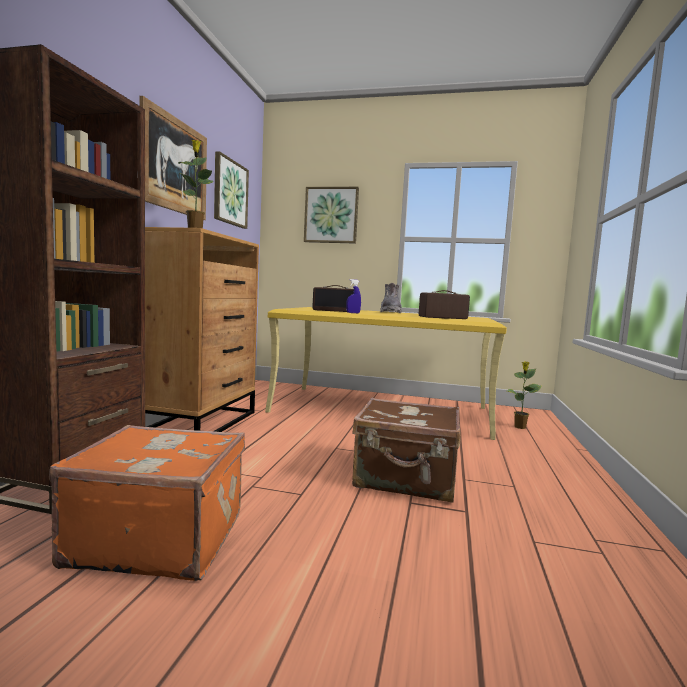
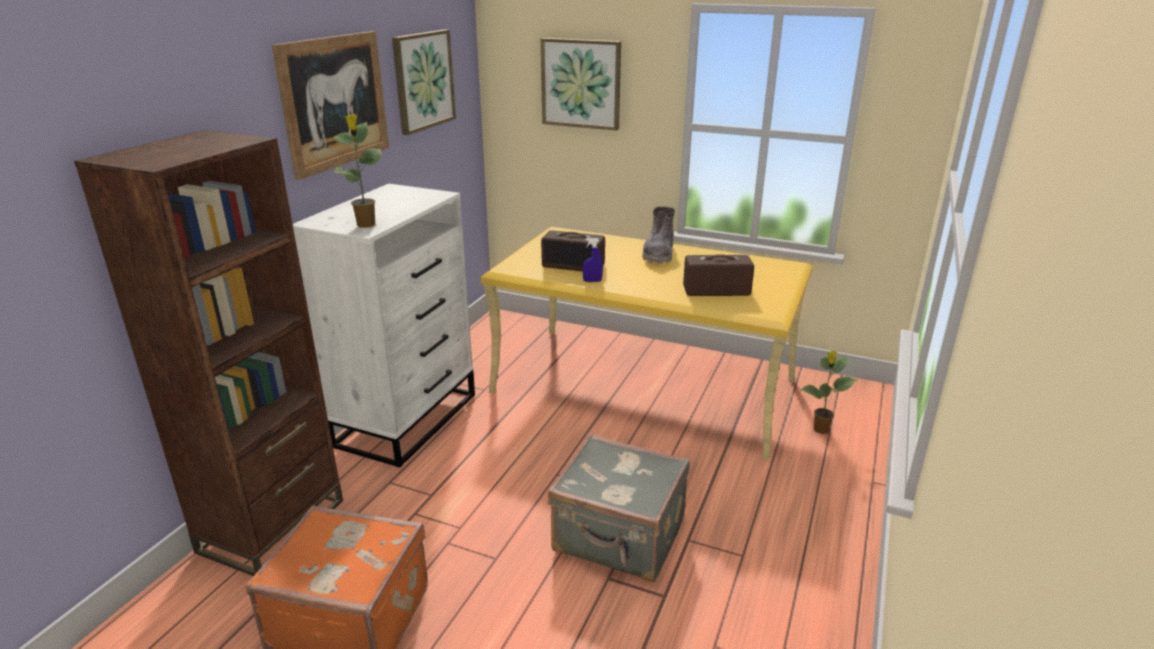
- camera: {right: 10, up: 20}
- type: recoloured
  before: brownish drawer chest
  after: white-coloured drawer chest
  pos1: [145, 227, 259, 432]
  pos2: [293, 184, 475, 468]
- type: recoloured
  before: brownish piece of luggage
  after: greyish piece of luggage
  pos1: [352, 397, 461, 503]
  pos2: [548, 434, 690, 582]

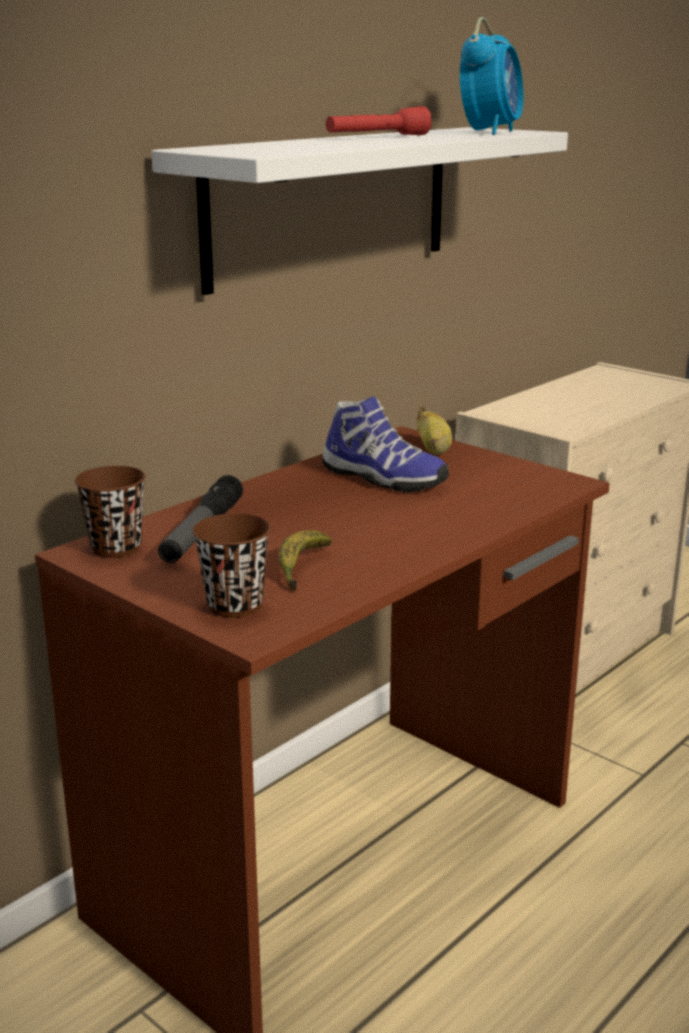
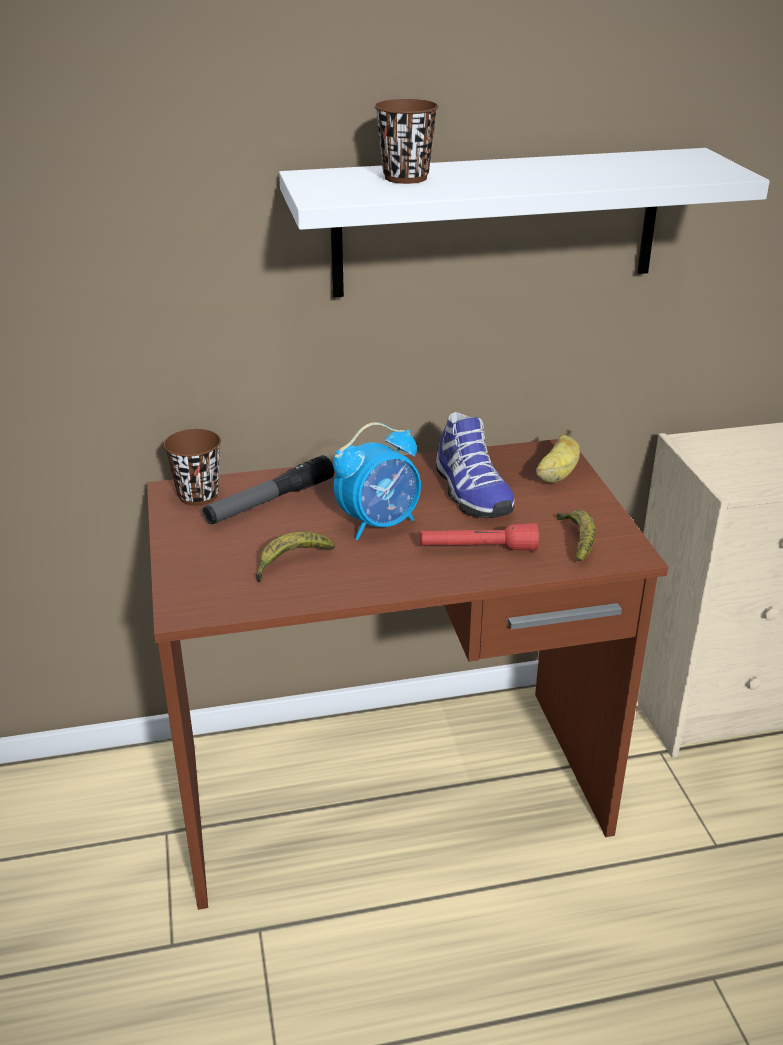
- camera: {right: 35, up: 10}
- type: moved
  before: table clock
  pos1: [460, 17, 524, 135]
  pos2: [333, 422, 421, 540]
- type: moved
  before: brownish cup
  pos1: [193, 513, 271, 618]
  pos2: [375, 99, 438, 184]
- type: moved
  before: red-coloured flashlight
  pos1: [326, 106, 432, 135]
  pos2: [420, 523, 539, 551]
- type: added
  after: whole banana
  pos2: [557, 509, 595, 562]

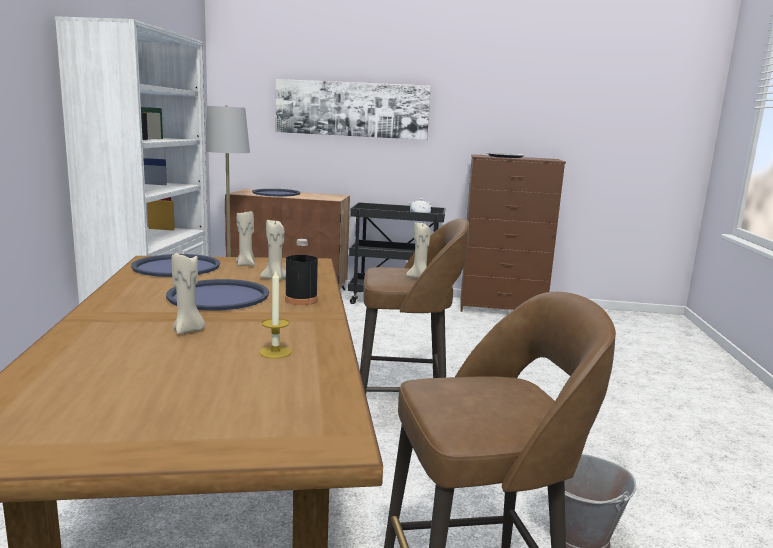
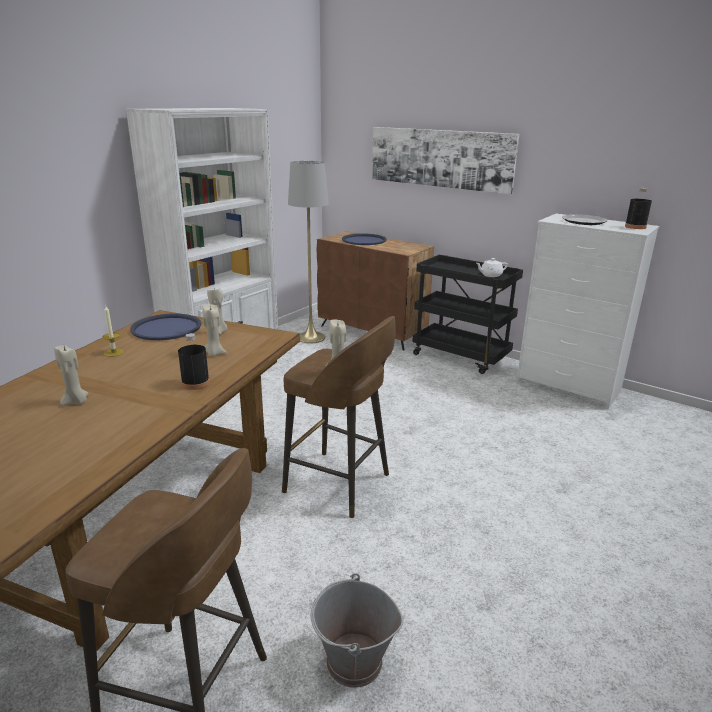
- camera: {right: 30, up: 10}
- type: moved
  before: wax candle
  pos1: [259, 269, 292, 359]
  pos2: [103, 306, 124, 357]
- type: recoloured
  before: brownish drawer chest
  after: white-coloured drawer chest
  pos1: [460, 154, 566, 312]
  pos2: [516, 214, 660, 409]
- type: added
  after: blackish drink bottle
  pos2: [625, 188, 652, 229]
- type: removed
  before: bluish serving tray
  pos1: [166, 279, 269, 311]

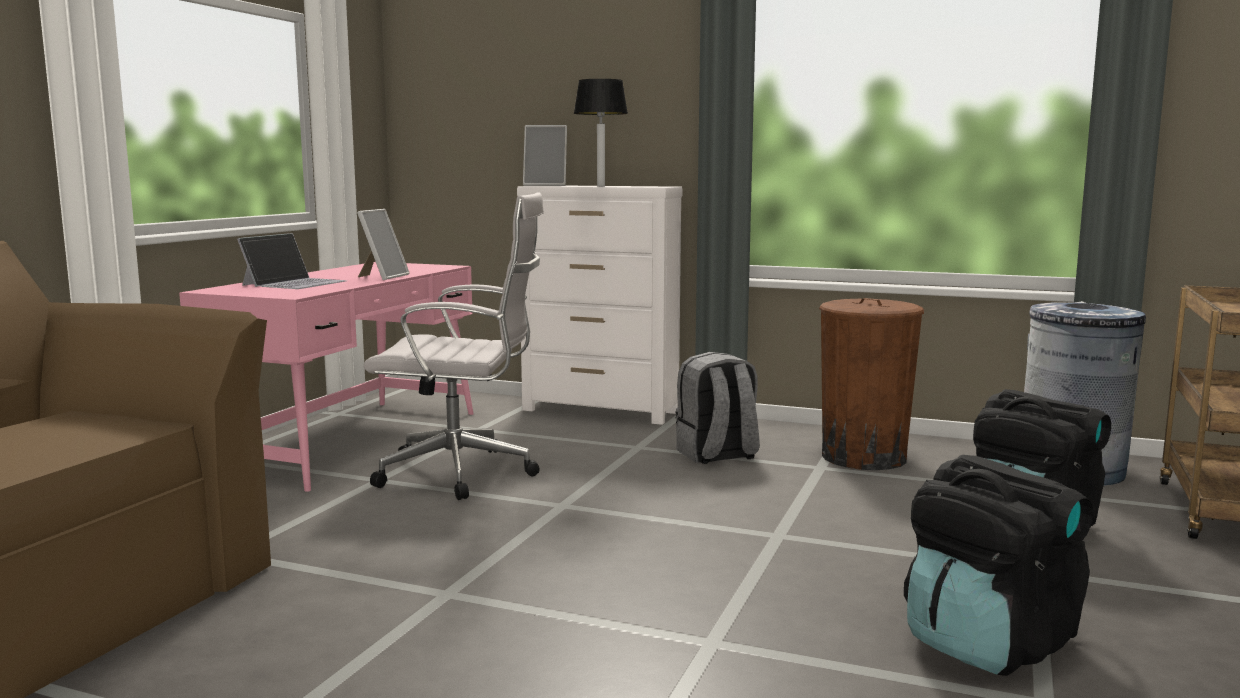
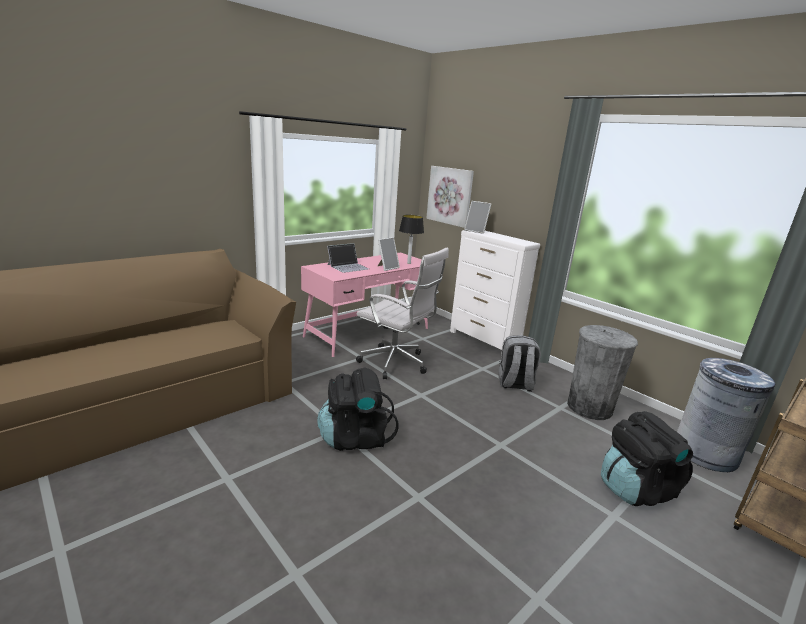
- camera: {right: 25, up: 10}
- type: moved
  before: blackish knapsack
  pos1: [904, 455, 1093, 676]
  pos2: [317, 368, 398, 451]
- type: moved
  before: lamp for a table
  pos1: [574, 79, 628, 187]
  pos2: [399, 215, 424, 264]
- type: added
  after: picture
  pos2: [426, 166, 474, 228]
- type: recoloured
  before: brownish trash can
  after: greyish trash can
  pos1: [819, 298, 924, 470]
  pos2: [567, 325, 638, 420]

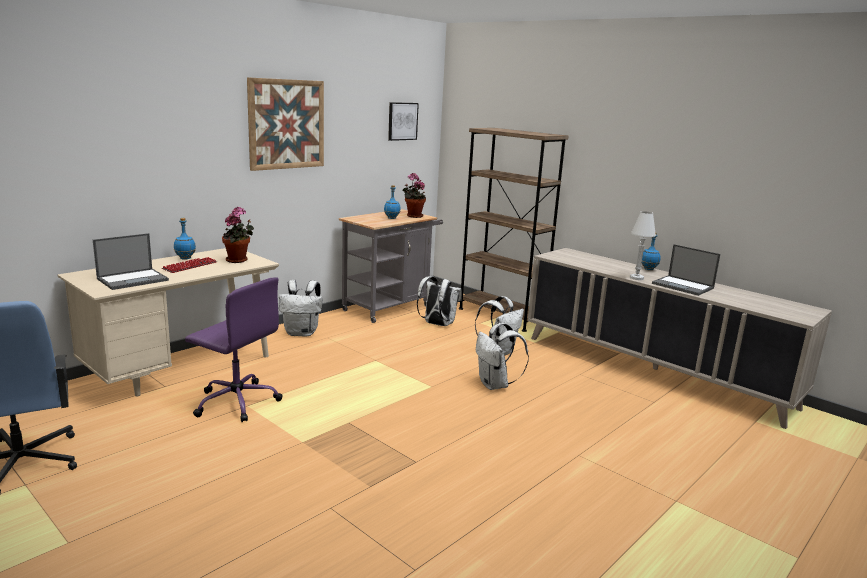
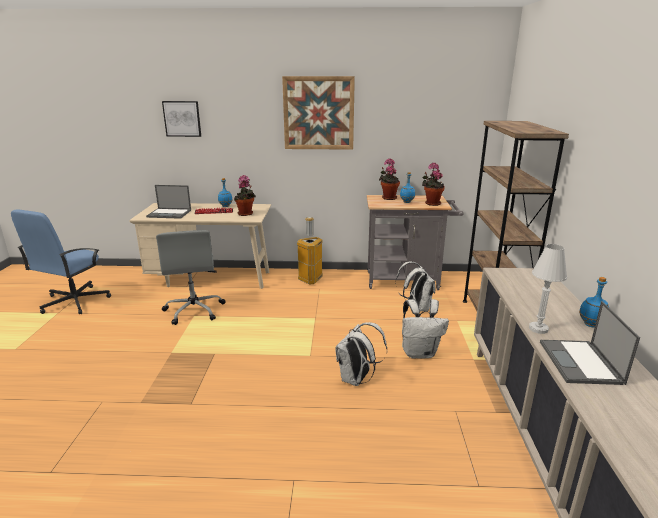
- camera: {right: 50, up: 5}
- type: recoloured
  before: purple office chair
  after: greyish office chair
  pos1: [185, 277, 283, 422]
  pos2: [156, 230, 226, 325]
- type: moved
  before: picture
  pos1: [388, 102, 419, 141]
  pos2: [162, 101, 201, 137]
- type: replaced
  before: white-coloured knapsack
  after: trash can
  pos1: [279, 280, 322, 336]
  pos2: [297, 217, 323, 285]
- type: added
  after: houseplant
  pos2: [379, 158, 400, 200]

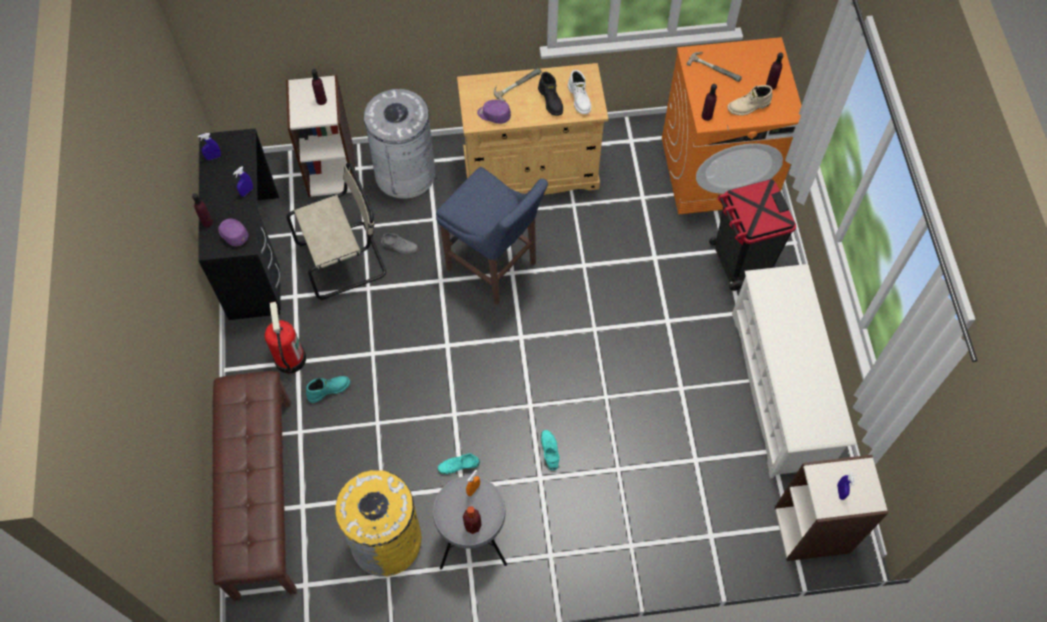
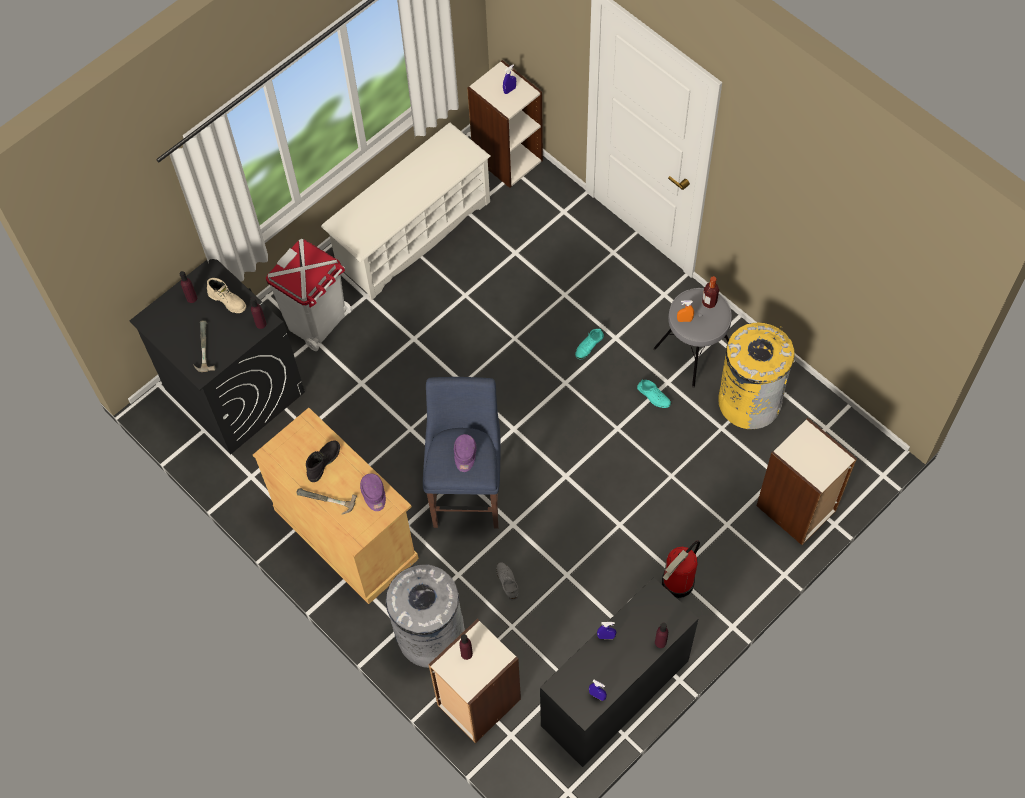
- camera: {right: -125, up: 0}
- type: recoloured
  before: orange laundry appliance
  after: blackish laundry appliance
  pos1: [662, 37, 802, 215]
  pos2: [129, 259, 305, 455]
- type: recoloured
  before: blackish trash can
  after: white-coloured trash can
  pos1: [709, 179, 796, 291]
  pos2: [266, 239, 352, 351]
- type: moved
  before: purple cap
  pos1: [218, 219, 248, 246]
  pos2: [454, 434, 477, 472]
- type: replaced
  before: brownish bench
  after: bookcase
  pos1: [213, 371, 297, 601]
  pos2: [756, 418, 857, 545]
- type: removed
  before: sand-coloured chair
  pos1: [286, 162, 386, 300]
- type: removed
  before: turquoise tall boot
  pos1: [306, 376, 350, 403]
- type: removed
  before: white-coloured tall boot
  pos1: [568, 70, 591, 114]

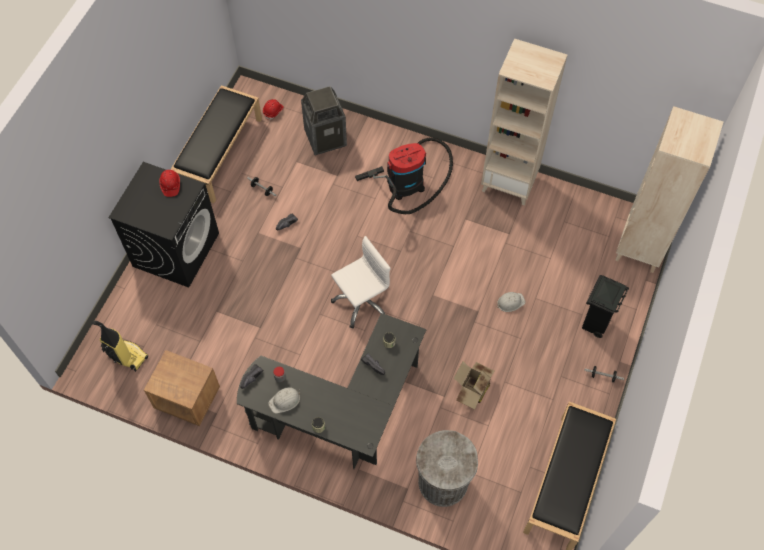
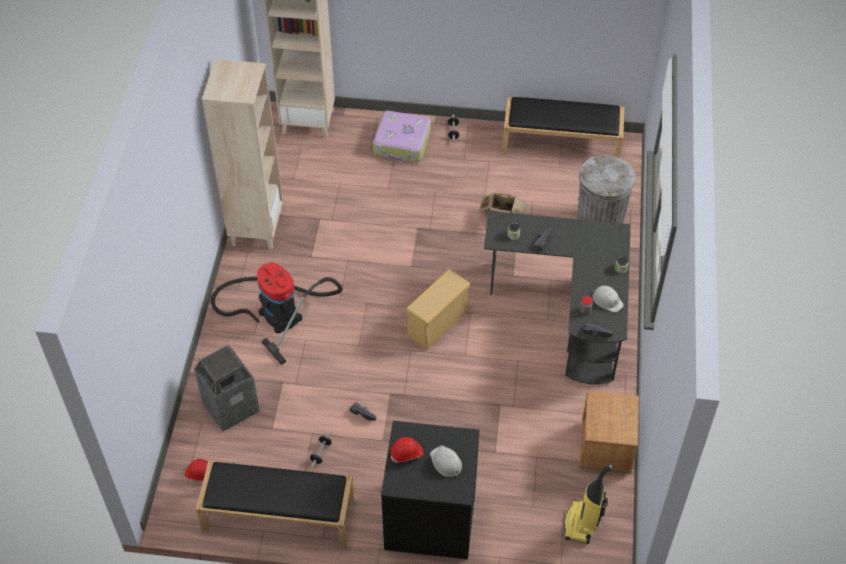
- camera: {right: -105, up: -10}
- type: replaced
  before: blackish trash can
  after: piece of luggage
  pos1: [582, 275, 629, 338]
  pos2: [373, 111, 431, 162]
- type: replaced
  before: white-coloured office chair
  after: sand-coloured storage container
  pos1: [331, 236, 391, 328]
  pos2: [406, 269, 470, 350]
- type: moved
  before: white-coloured hard hat
  pos1: [497, 292, 526, 312]
  pos2: [430, 446, 462, 477]

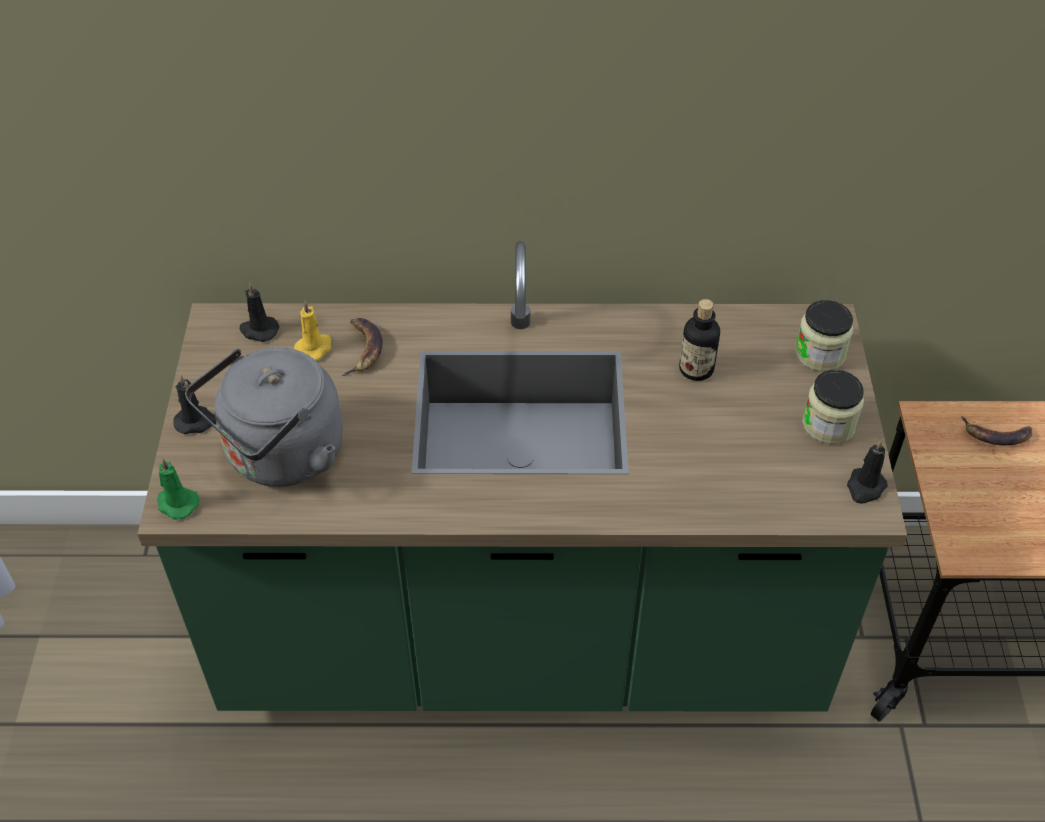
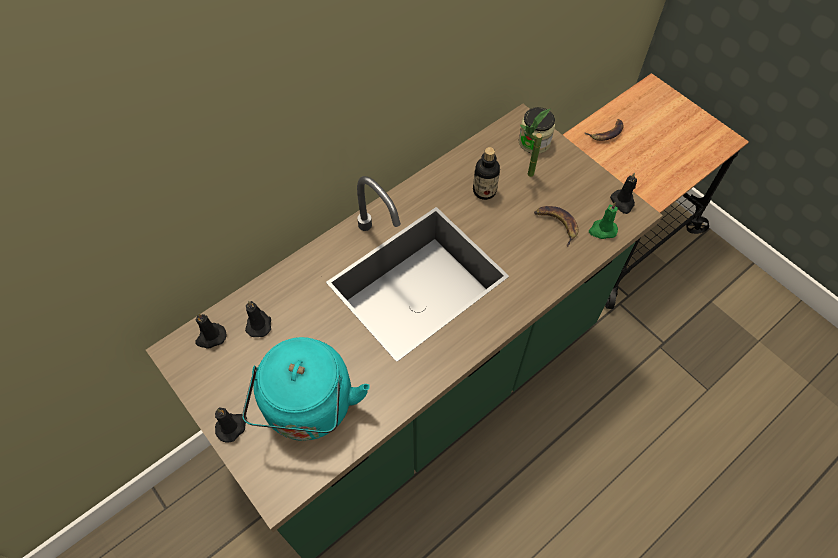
- camera: {right: -40, up: 10}
- type: recoloured
  before: greyish tea kettle
  after: turquoise tea kettle
  pos1: [185, 347, 343, 487]
  pos2: [242, 337, 370, 441]
- type: recoloured
  before: yellowish wax candle
  after: blackish wax candle
  pos1: [294, 301, 332, 360]
  pos2: [245, 301, 271, 337]
- type: added
  after: houseplant
  pos2: [520, 109, 550, 177]
- type: moved
  before: whole banana
  pos1: [342, 318, 382, 376]
  pos2: [534, 206, 578, 247]
- type: moved
  before: green wax candle
  pos1: [157, 458, 199, 520]
  pos2: [589, 202, 618, 239]
- type: removed
  before: preserve jar
  pos1: [802, 370, 864, 444]

